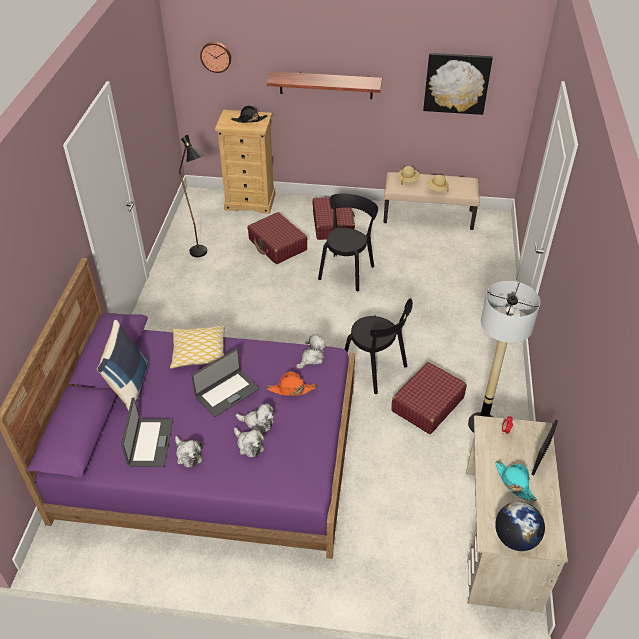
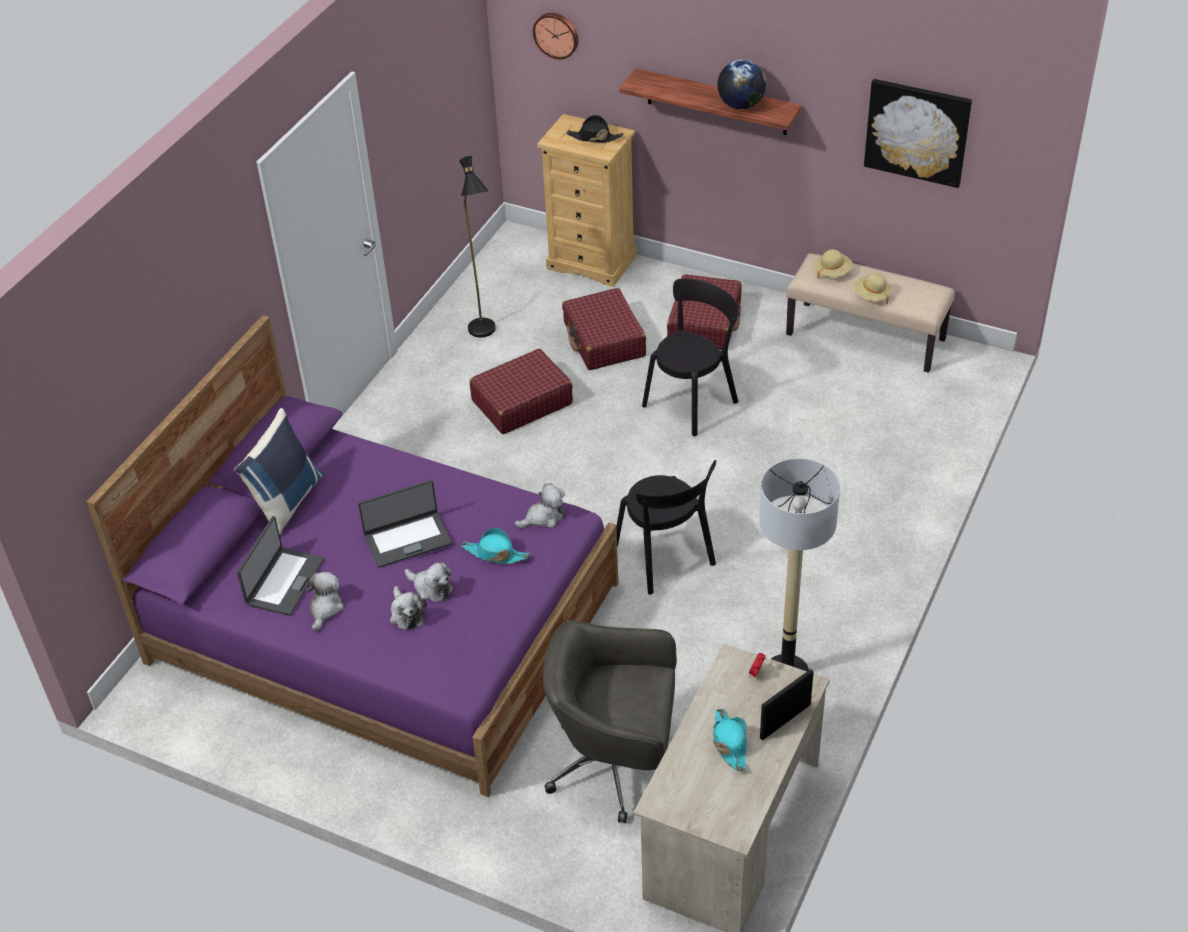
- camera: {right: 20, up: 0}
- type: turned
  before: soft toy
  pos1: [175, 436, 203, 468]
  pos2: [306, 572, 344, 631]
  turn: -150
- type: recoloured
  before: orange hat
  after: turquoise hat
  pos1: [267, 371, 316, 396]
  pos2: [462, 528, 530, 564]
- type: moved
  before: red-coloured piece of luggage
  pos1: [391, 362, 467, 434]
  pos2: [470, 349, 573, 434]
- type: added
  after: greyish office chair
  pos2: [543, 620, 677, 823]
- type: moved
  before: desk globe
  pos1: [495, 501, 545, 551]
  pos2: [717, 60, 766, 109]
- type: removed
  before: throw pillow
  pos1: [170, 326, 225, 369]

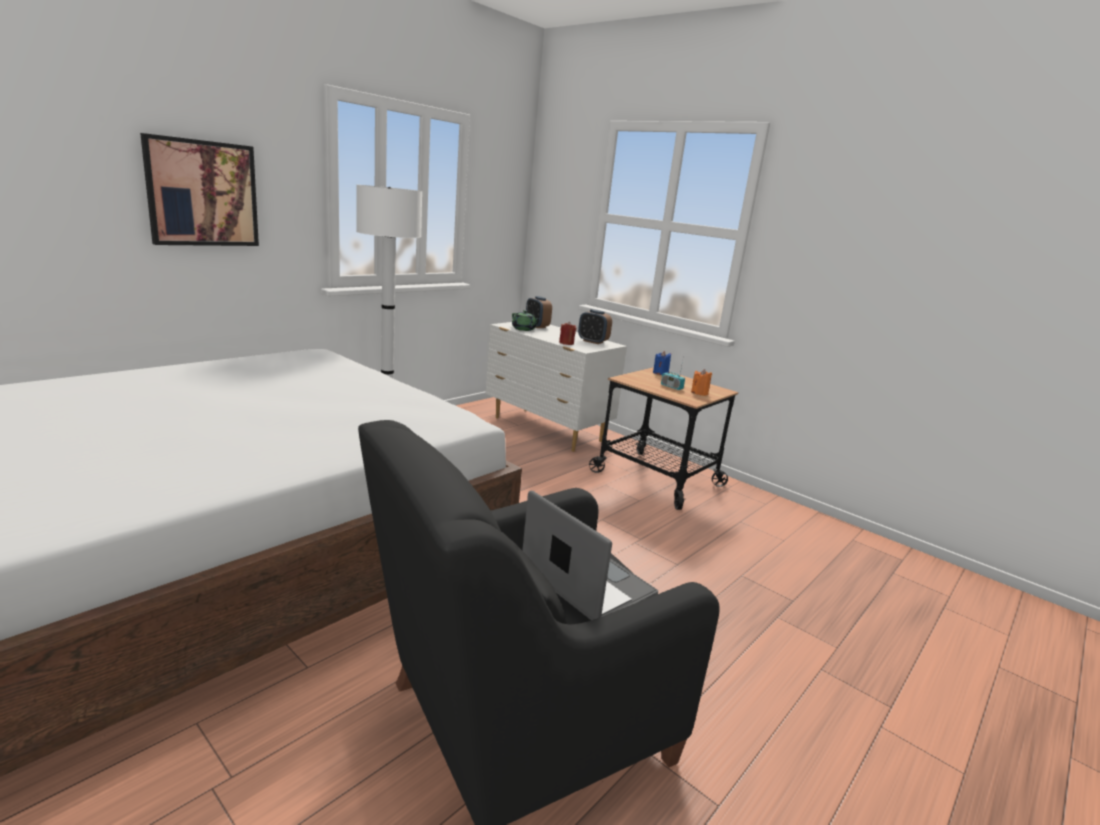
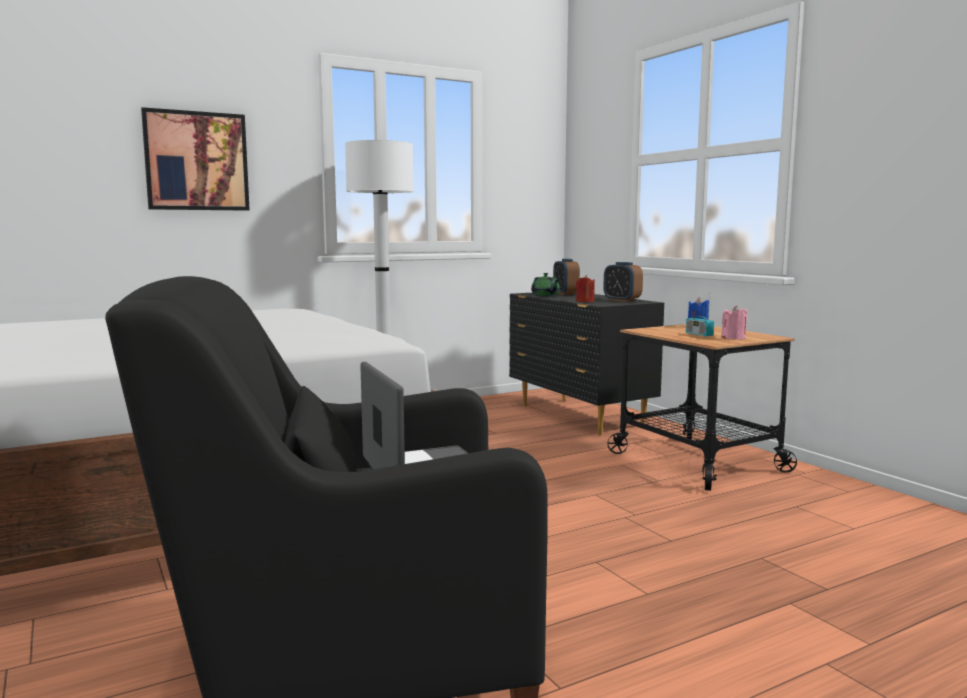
- camera: {right: 20, up: -10}
- type: recoloured
  before: white-coloured drawer chest
  after: blackish drawer chest
  pos1: [485, 322, 627, 452]
  pos2: [509, 292, 664, 435]
- type: recoloured
  before: orange wax candle
  after: pink-coloured wax candle
  pos1: [691, 369, 712, 396]
  pos2: [721, 306, 747, 340]

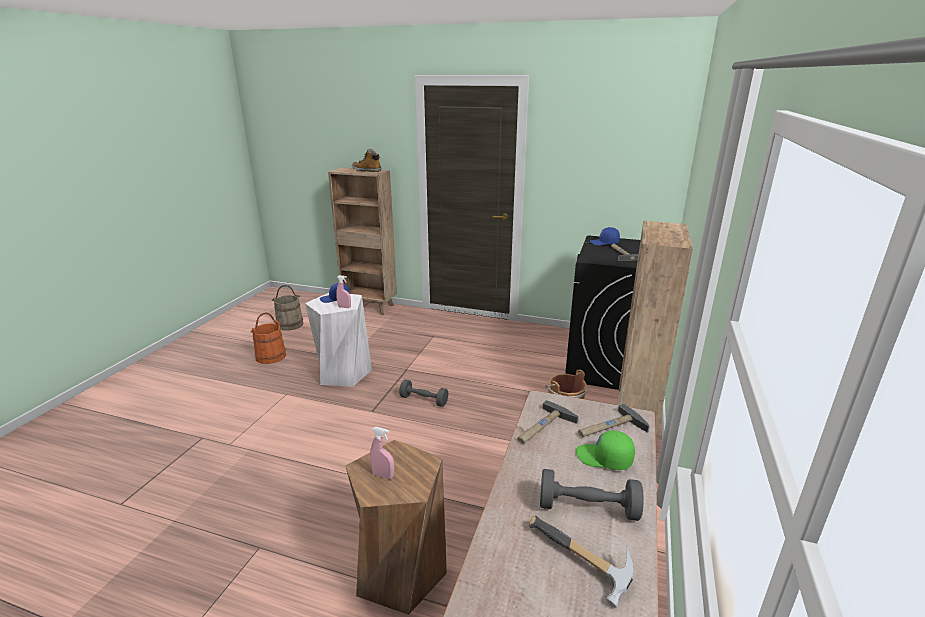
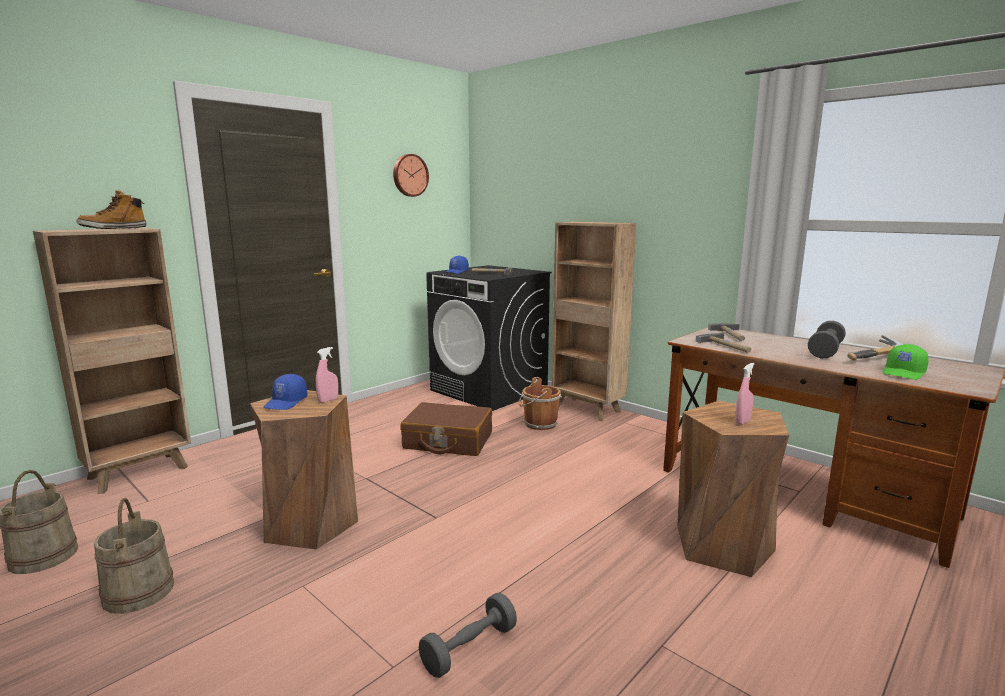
- camera: {right: -65, up: -10}
- type: recoloured
  before: orange bucket
  after: sand-coloured bucket
  pos1: [250, 313, 286, 364]
  pos2: [94, 498, 174, 614]
- type: recoloured
  before: white-coloured stool
  after: brownish stool
  pos1: [305, 293, 372, 386]
  pos2: [250, 390, 358, 550]
- type: added
  after: hanging clock
  pos2: [393, 154, 429, 197]
- type: added
  after: brownish piece of luggage
  pos2: [400, 402, 492, 456]
- type: moved
  before: greyish dumbbell
  pos1: [399, 379, 448, 407]
  pos2: [419, 593, 517, 678]
- type: moved
  before: green cap
  pos1: [576, 431, 635, 470]
  pos2: [883, 344, 928, 380]

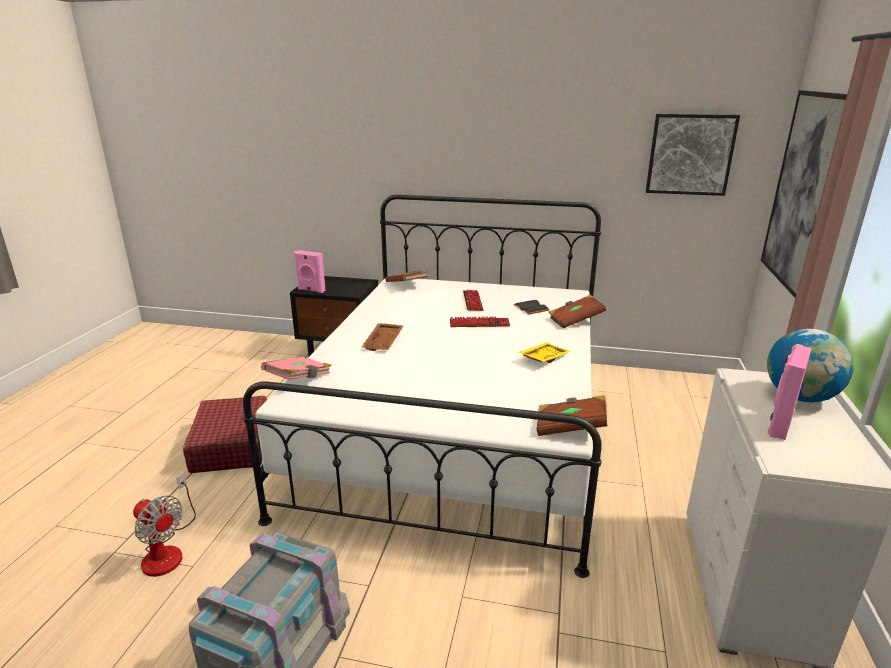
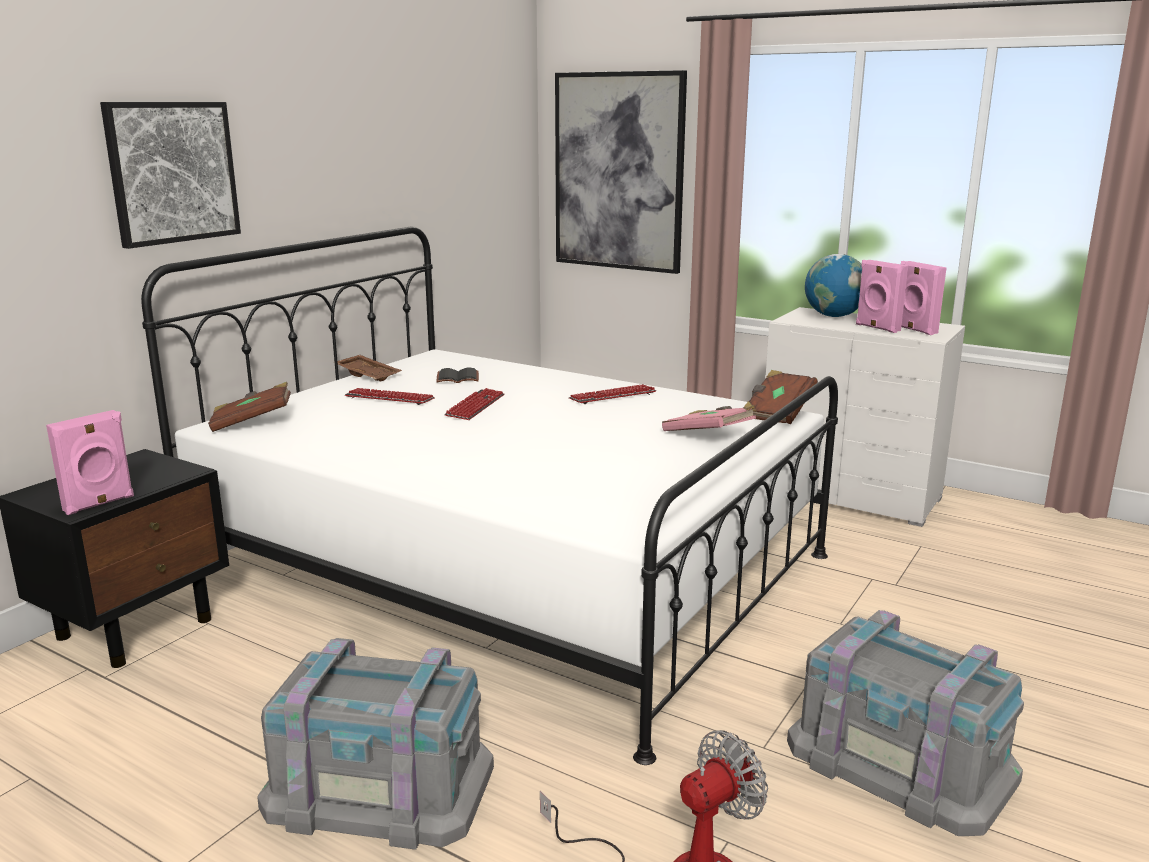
- camera: {right: -70, up: -5}
- type: moved
  before: picture
  pos1: [646, 114, 740, 196]
  pos2: [100, 102, 241, 249]
- type: replaced
  before: red-coloured piece of luggage
  after: greyish storage container
  pos1: [183, 396, 267, 473]
  pos2: [257, 638, 494, 850]
- type: moved
  before: brownish serving tray
  pos1: [362, 323, 404, 351]
  pos2: [333, 355, 402, 382]
- type: replaced
  before: yellowish serving tray
  after: keyboard
  pos1: [519, 342, 571, 363]
  pos2: [569, 384, 656, 404]
- type: moved
  before: pink-coloured book
  pos1: [261, 357, 332, 380]
  pos2: [662, 406, 756, 431]
- type: added
  after: pink-coloured audio speaker
  pos2: [901, 261, 947, 335]
- type: removed
  before: brownish book
  pos1: [549, 295, 606, 328]

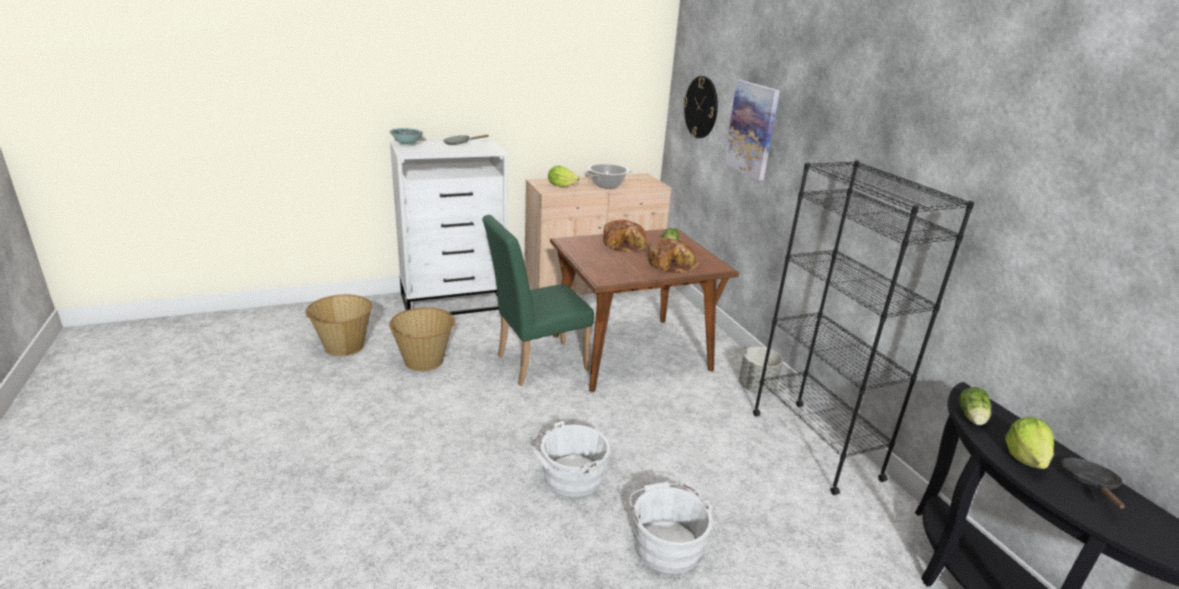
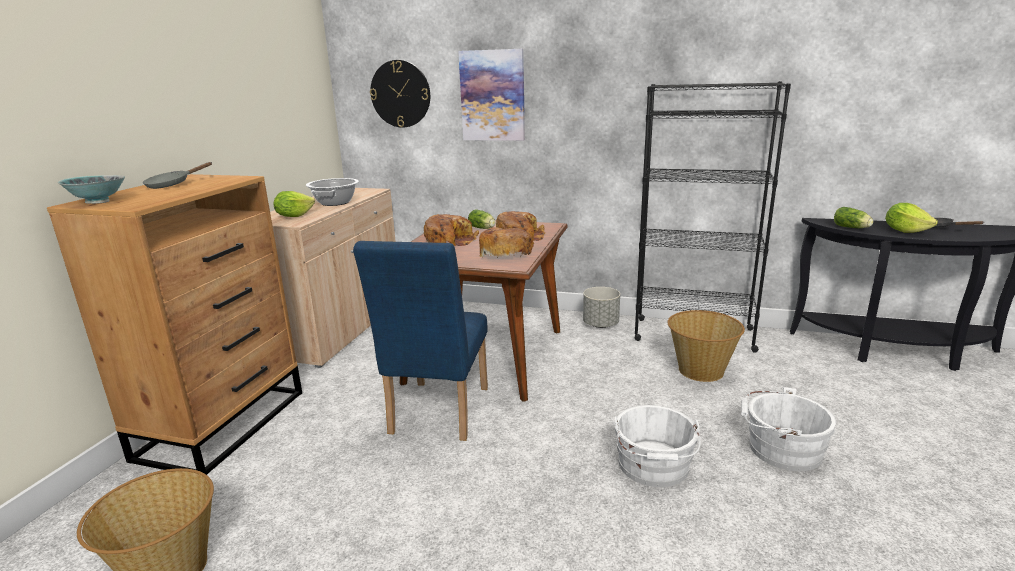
- camera: {right: -50, up: -5}
- type: recoloured
  before: white-coloured drawer chest
  after: brownish drawer chest
  pos1: [390, 139, 508, 315]
  pos2: [47, 174, 302, 475]
- type: recoloured
  before: green chair
  after: bluish chair
  pos1: [482, 215, 594, 386]
  pos2: [353, 241, 488, 441]
- type: added
  after: bakery bread
  pos2: [479, 227, 534, 258]
- type: moved
  before: storage basket
  pos1: [389, 307, 455, 371]
  pos2: [668, 310, 745, 382]

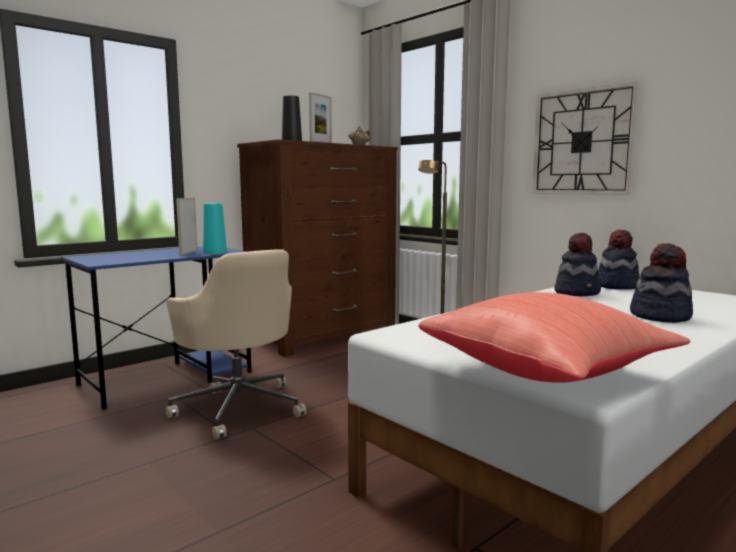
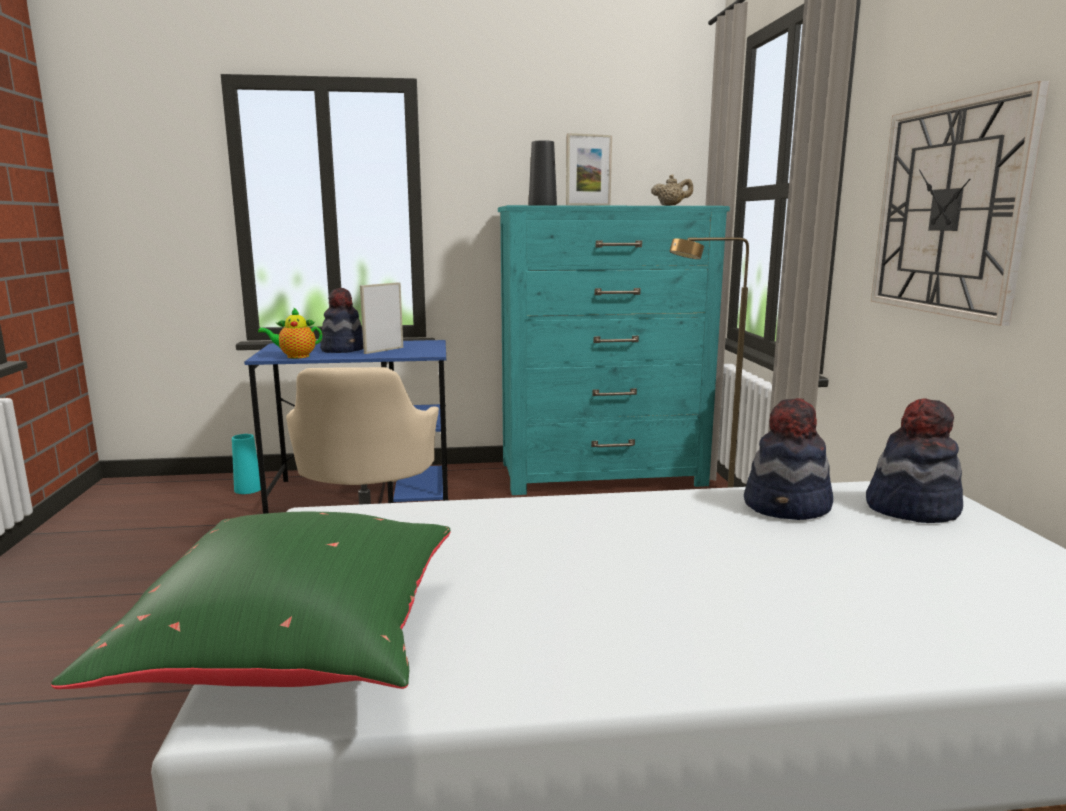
- camera: {right: 35, up: 5}
- type: recoloured
  before: red-coloured throw pillow
  after: green throw pillow
  pos1: [418, 292, 691, 383]
  pos2: [51, 512, 451, 689]
- type: moved
  before: turquoise decorative vase
  pos1: [203, 203, 227, 254]
  pos2: [232, 434, 261, 494]
- type: added
  after: teapot
  pos2: [258, 307, 322, 358]
- type: moved
  before: hat
  pos1: [630, 243, 693, 323]
  pos2: [320, 288, 364, 353]
- type: recoloured
  before: brownish drawer chest
  after: turquoise drawer chest
  pos1: [237, 140, 398, 357]
  pos2: [498, 205, 730, 495]

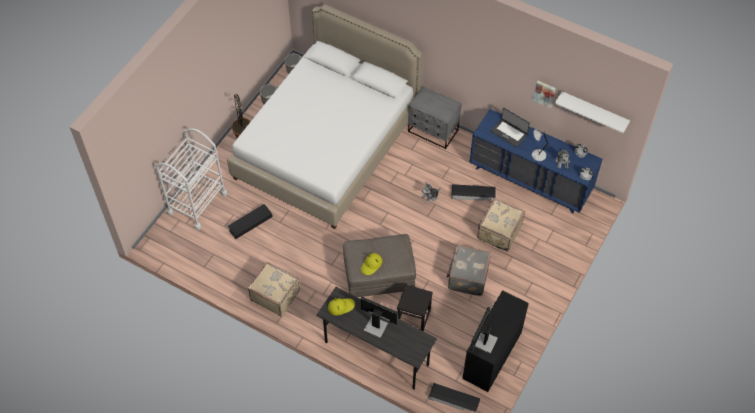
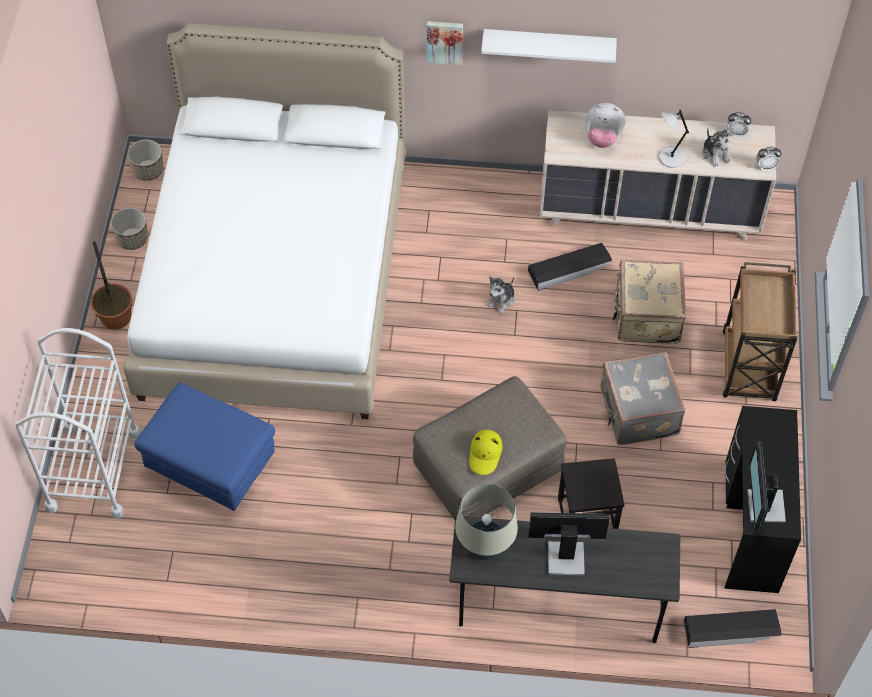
- camera: {right: -25, up: 0}
- type: replaced
  before: blackish storage container
  after: bluish ottoman
  pos1: [227, 204, 273, 239]
  pos2: [134, 382, 275, 511]
- type: moved
  before: picture
  pos1: [533, 81, 556, 109]
  pos2: [427, 21, 463, 65]
- type: replaced
  before: yellowish hat
  after: sand-coloured lamp for a table
  pos1: [328, 298, 355, 315]
  pos2: [455, 483, 518, 561]
- type: moved
  before: white-coloured bracket shelf
  pos1: [555, 91, 630, 133]
  pos2: [481, 29, 617, 63]
- type: recoloured
  before: bluish drawer chest
  after: sand-coloured drawer chest
  pos1: [470, 109, 603, 214]
  pos2: [539, 110, 776, 240]
- type: replaced
  before: portable computer
  after: soft toy
  pos1: [491, 108, 530, 147]
  pos2: [586, 103, 626, 148]
- type: added
  after: brownish cart
  pos2: [723, 262, 797, 401]
- type: removed
  before: sand-coloured piece of luggage
  pos1: [248, 262, 300, 317]
- type: removed
  before: greyish bedside table
  pos1: [408, 86, 462, 149]

